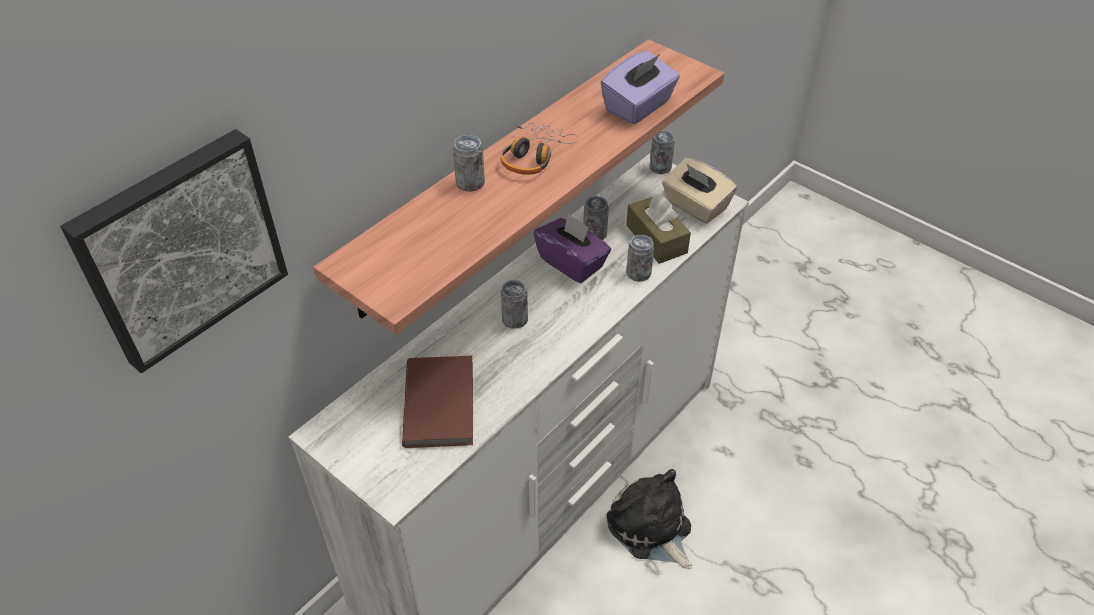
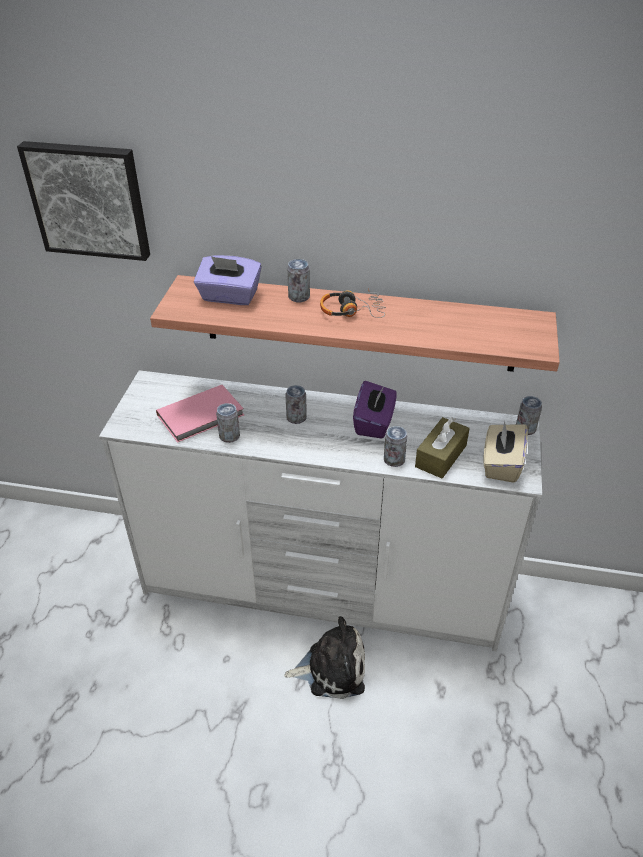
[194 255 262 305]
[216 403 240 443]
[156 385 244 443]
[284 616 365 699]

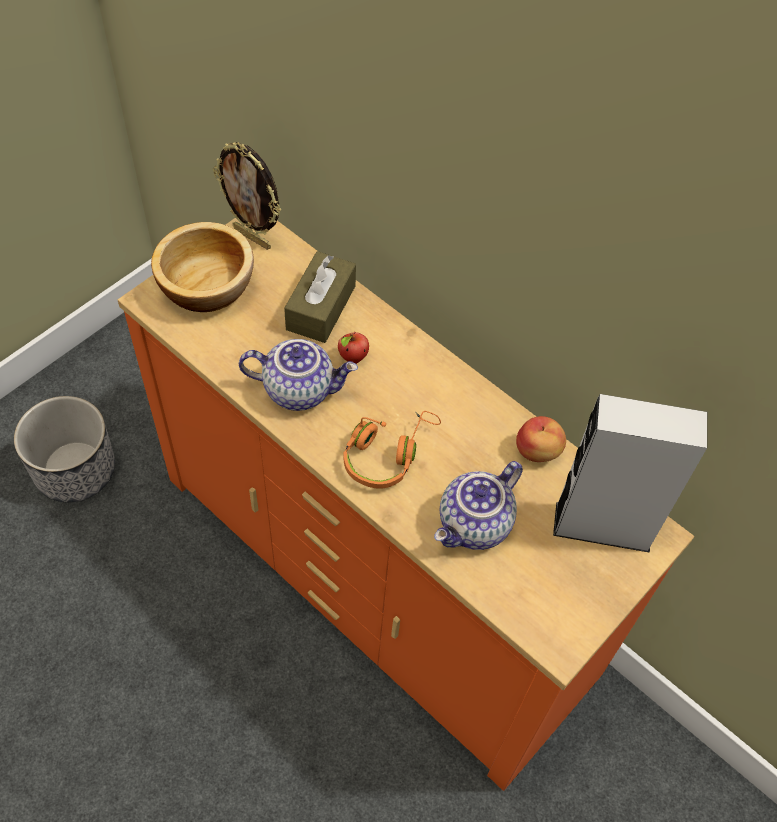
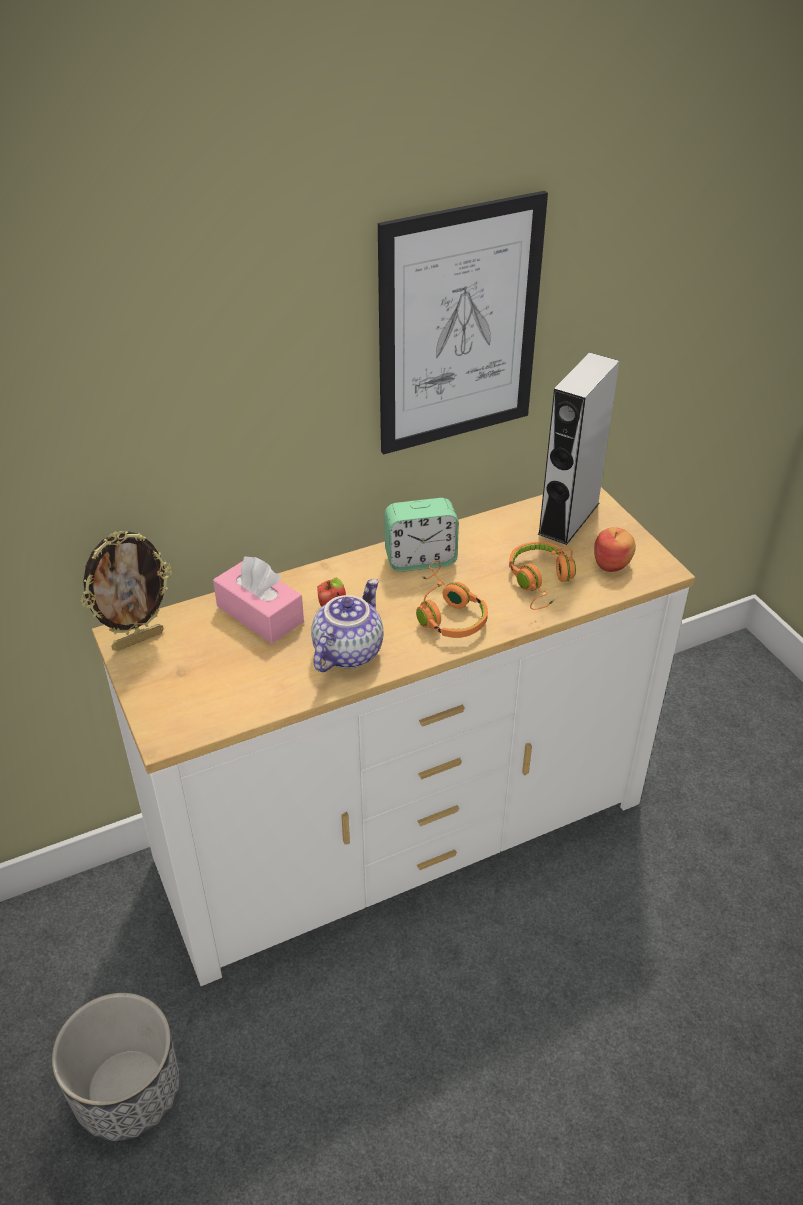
[92 487 695 986]
[151 222 254 312] (first image)
[213 557 304 644]
[594 527 636 572]
[509 541 576 610]
[378 191 548 455]
[384 498 459 572]

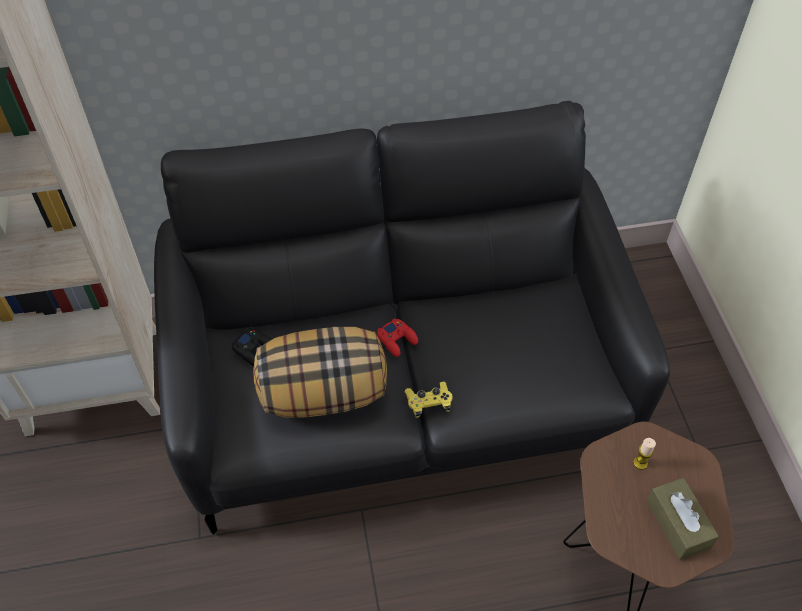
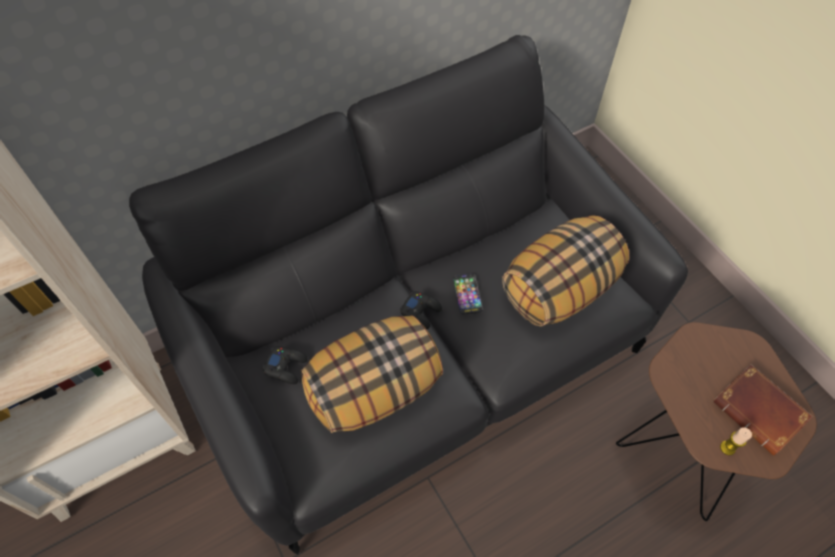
[400 291 442 329]
[404 382 453 418] (first image)
[720 427 752 455]
[713 364 813 456]
[502 215 629 327]
[453 274 483 315]

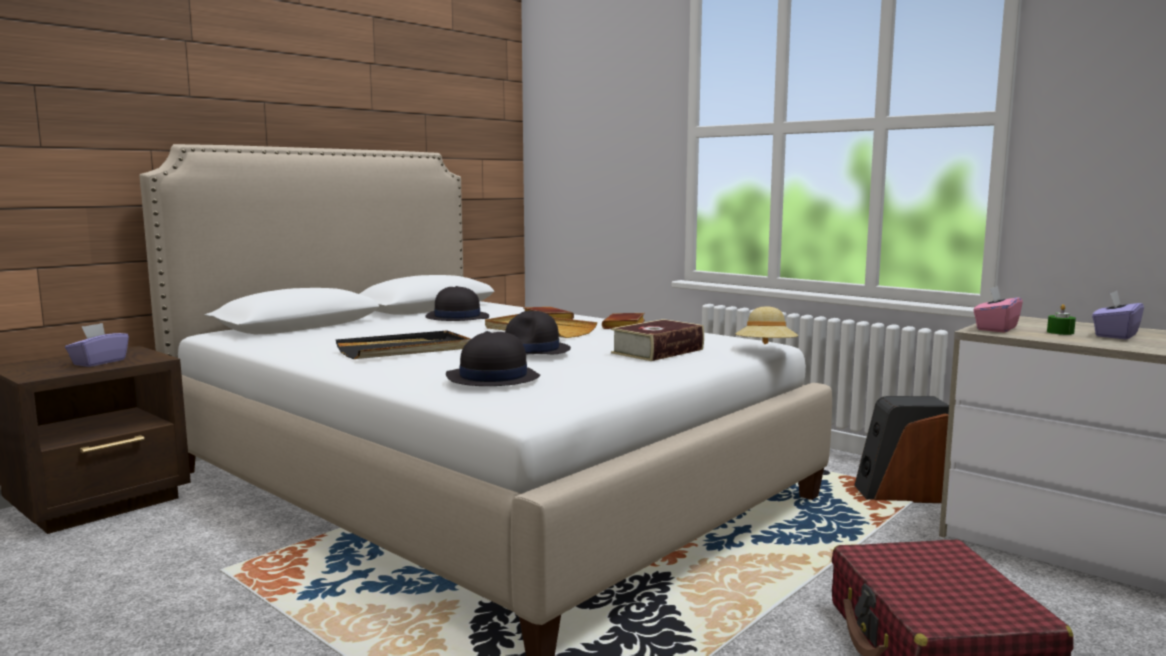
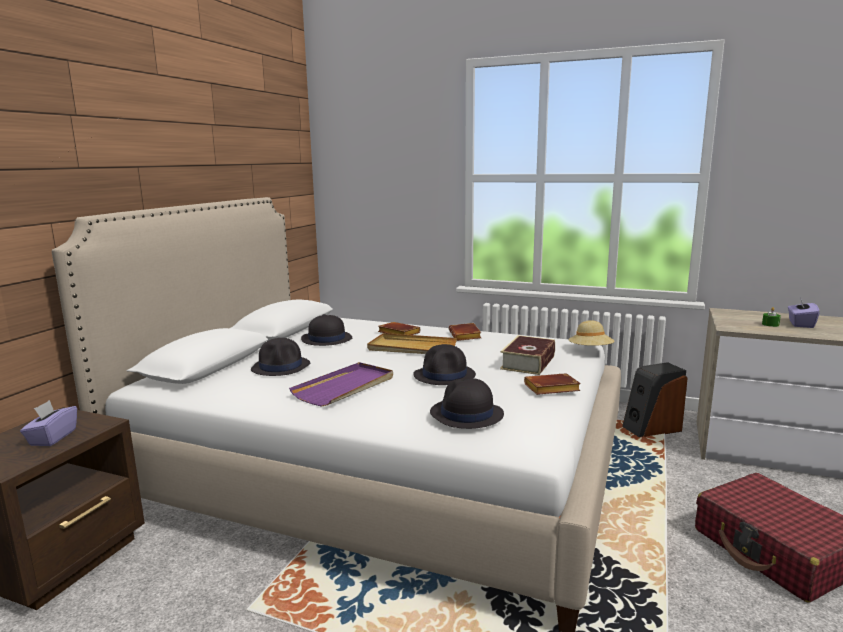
[973 286 1023 333] (first image)
[289 362 393 407]
[251 338 310 376]
[524 373 581 395]

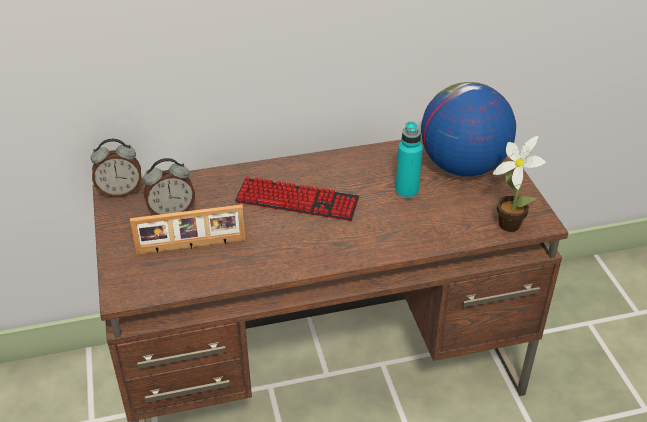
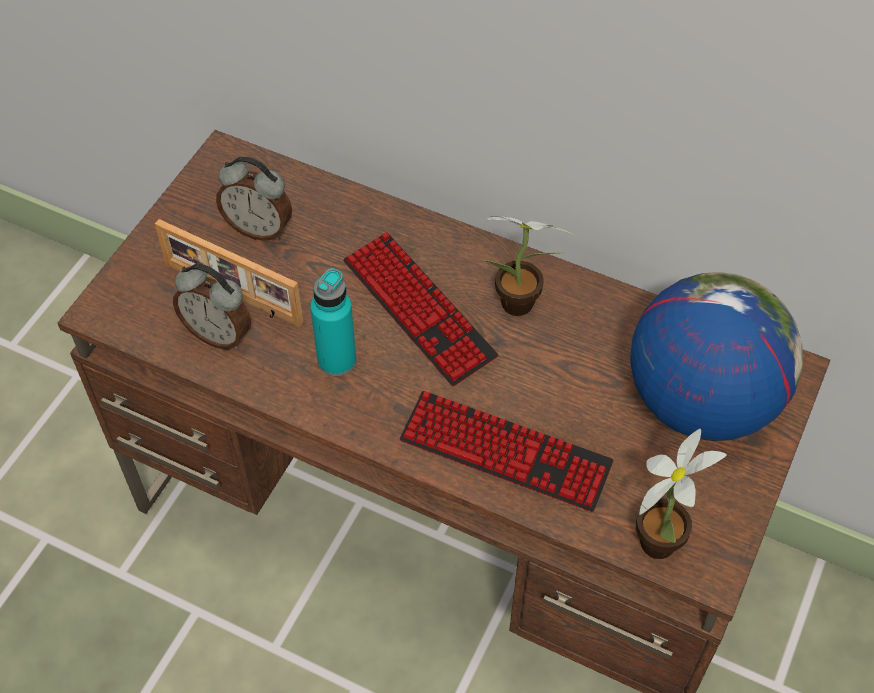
[310 268 356 376]
[173 264 251 349]
[484 216 575 316]
[399 391 614 512]

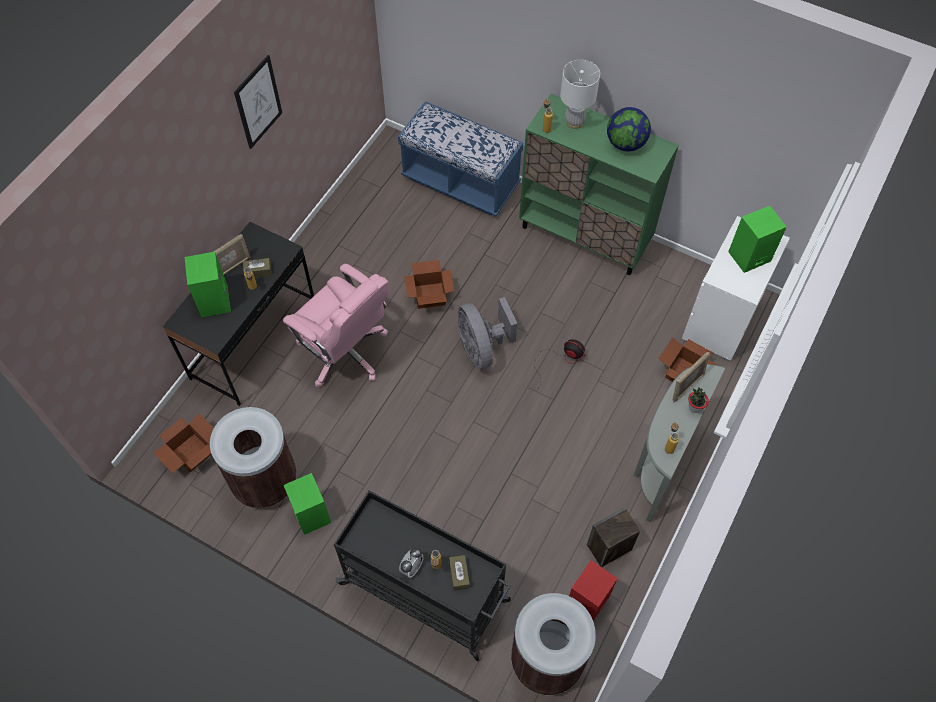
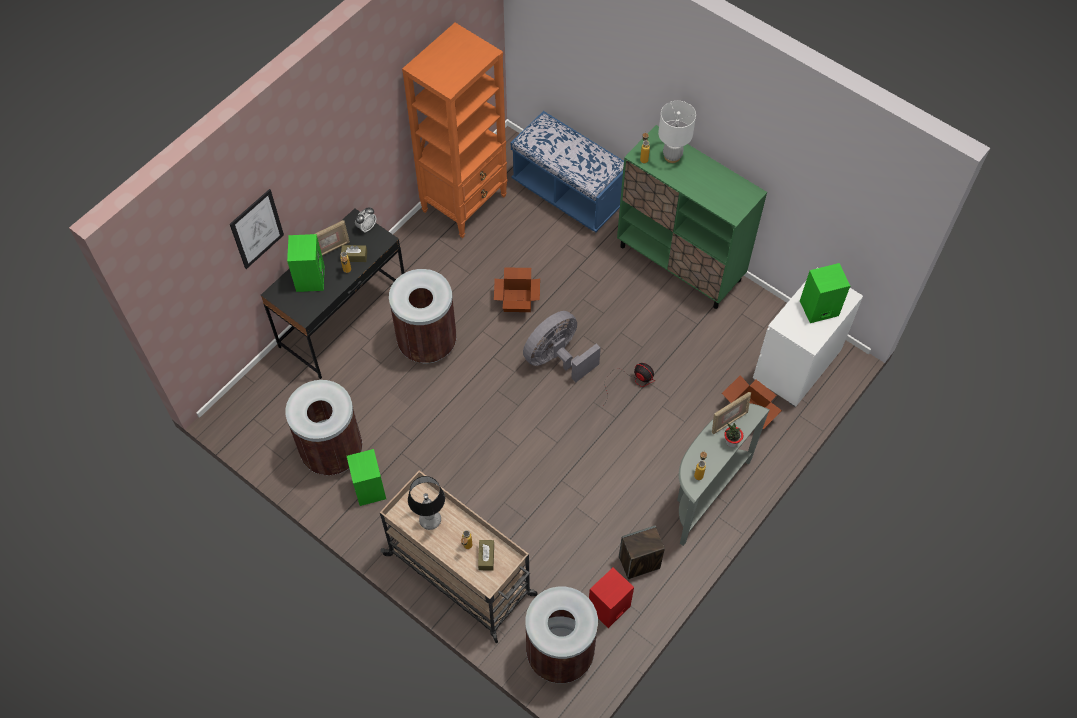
[230 189 284 269]
[607 107 651 151] (first image)
[389 269 457 364]
[523 311 601 383]
[154 413 214 473] (first image)
[380 470 538 643]
[355 207 376 232]
[402 23 508 238]
[408 476 445 530]

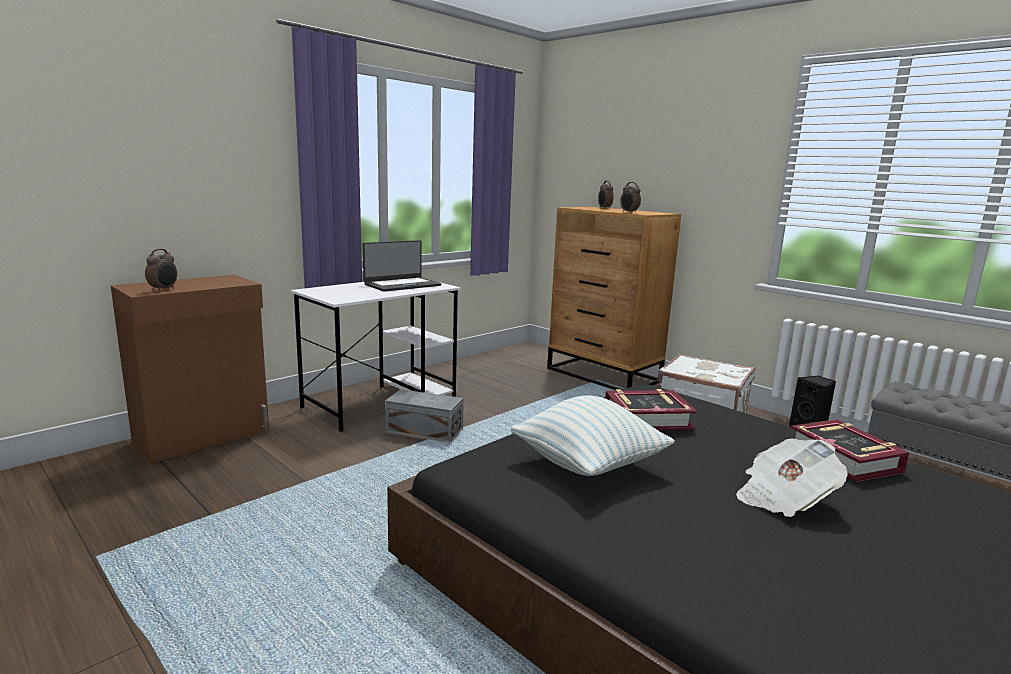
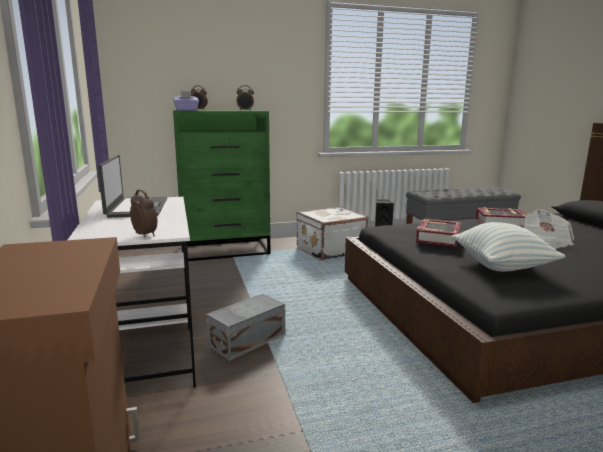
[173 110 270 261]
[130 190 157 237]
[173 91 199 111]

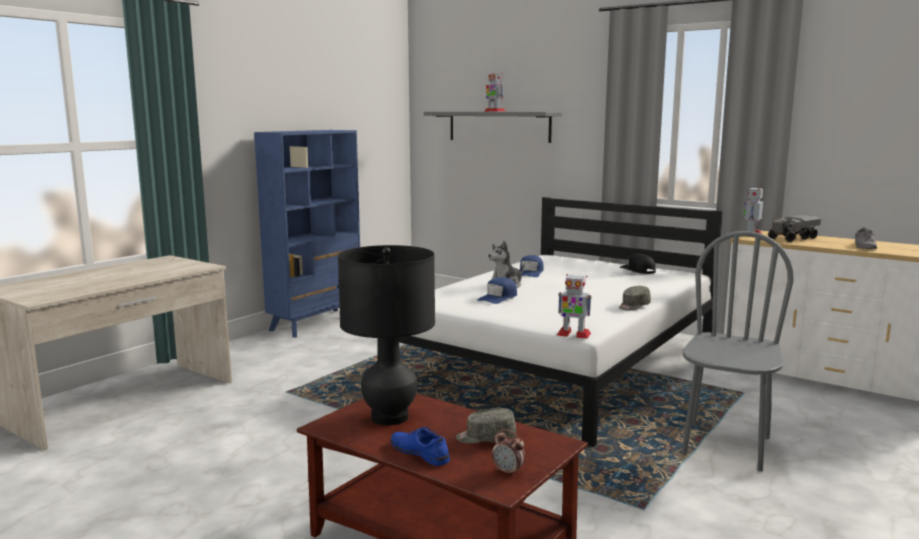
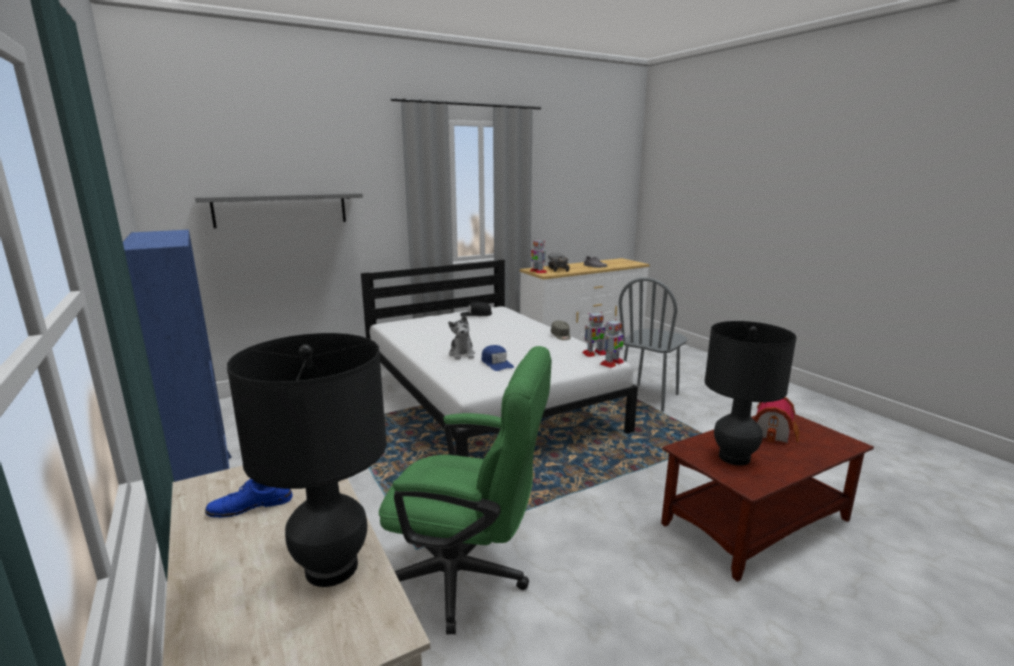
[582 312 606 357]
[618 277 687 412]
[519 255 544 277] (first image)
[754 397 800 443]
[205 479 293 518]
[492 429 525 477] (first image)
[227 333 387 587]
[379 346 551 634]

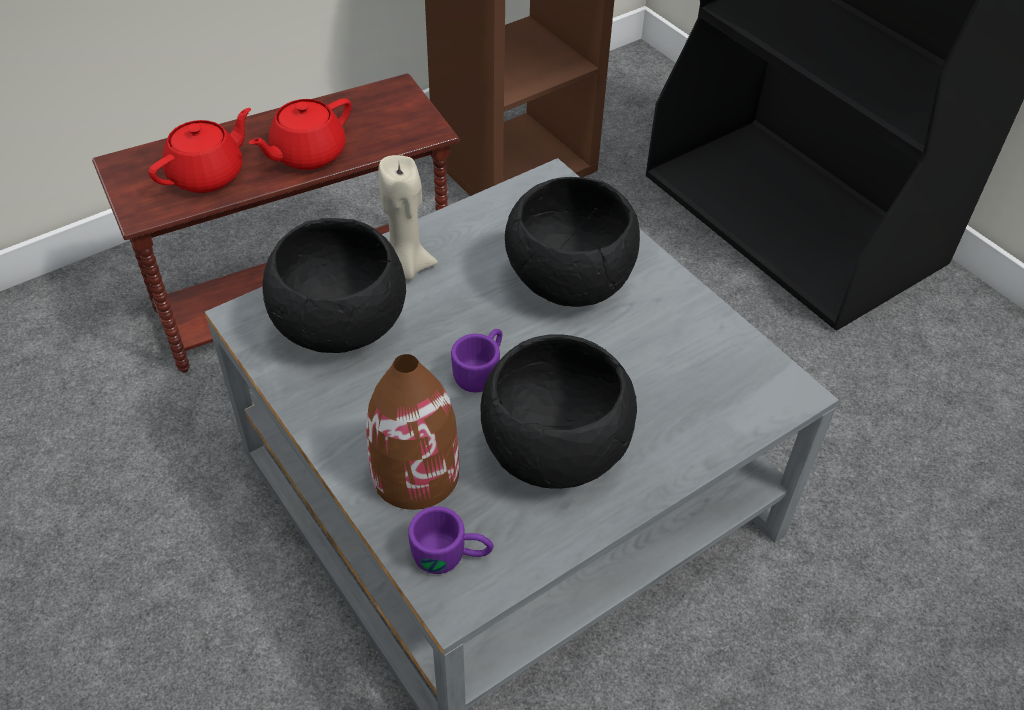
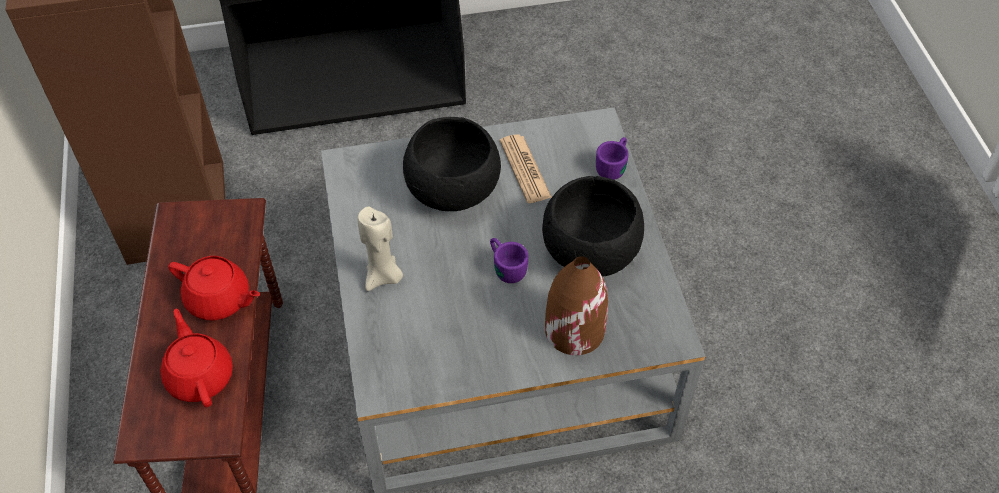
[168 256 260 320]
[262 218 406 353] (first image)
[596 137 629 180]
[500 134 552 203]

